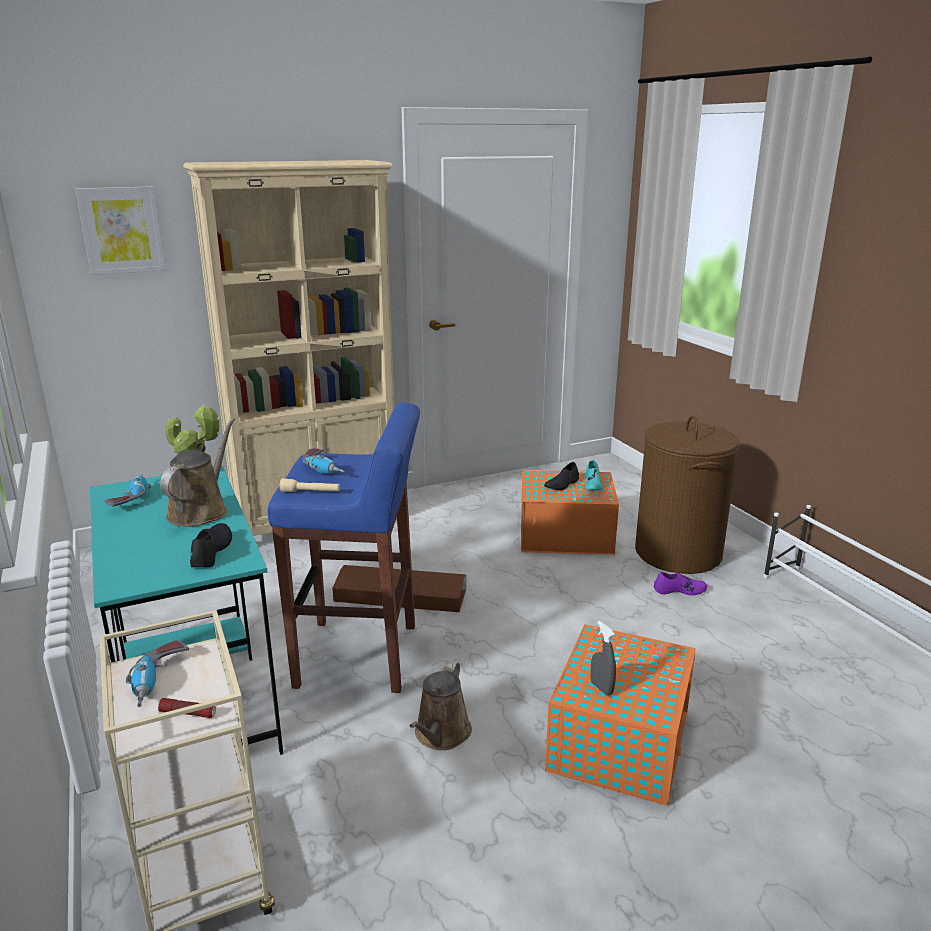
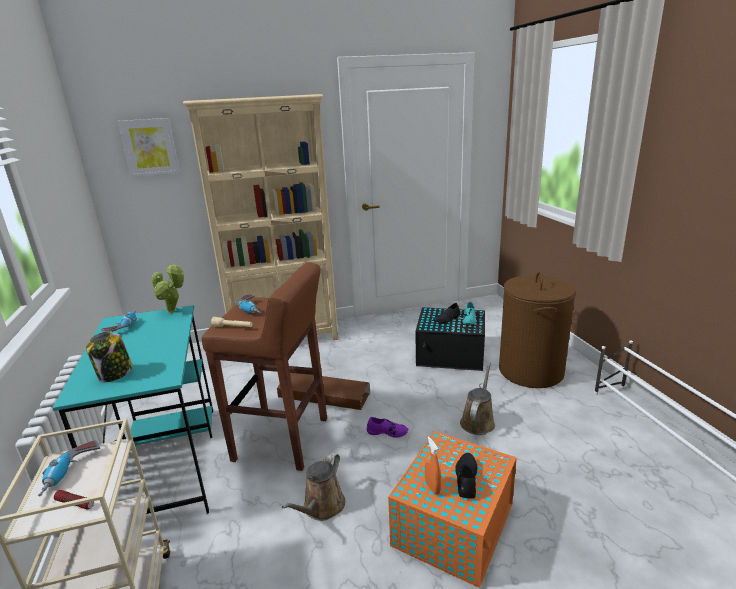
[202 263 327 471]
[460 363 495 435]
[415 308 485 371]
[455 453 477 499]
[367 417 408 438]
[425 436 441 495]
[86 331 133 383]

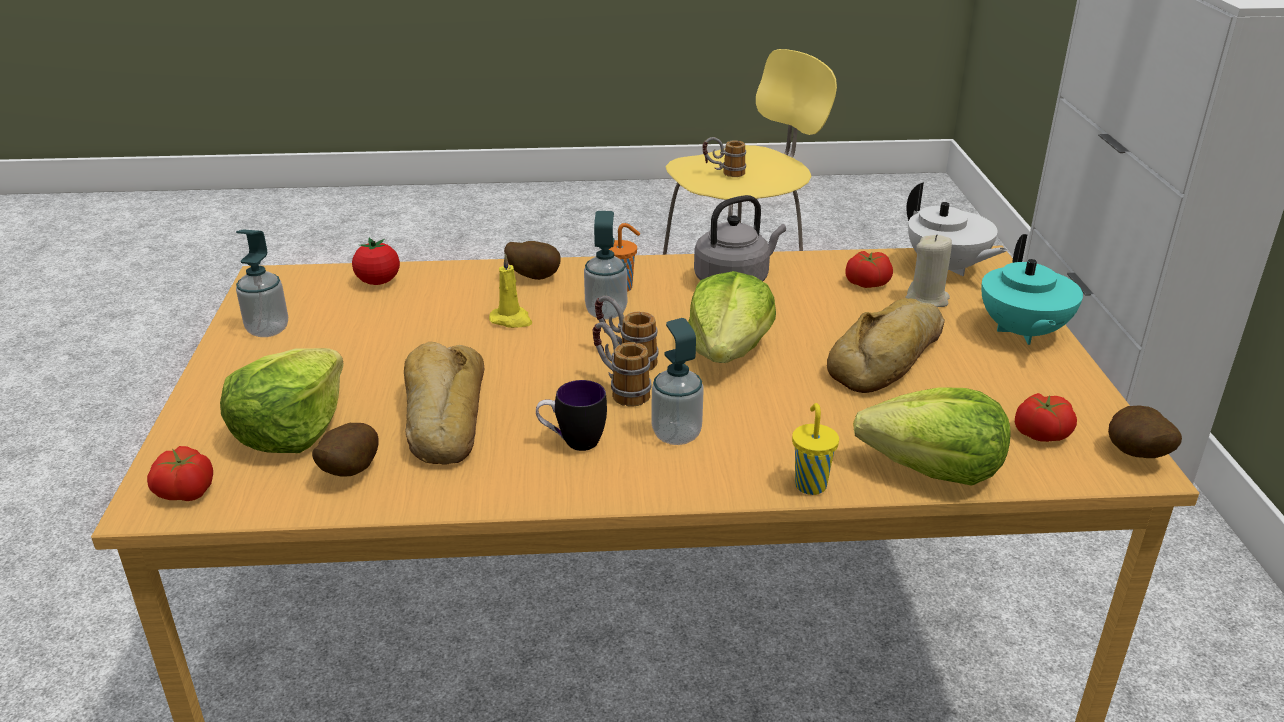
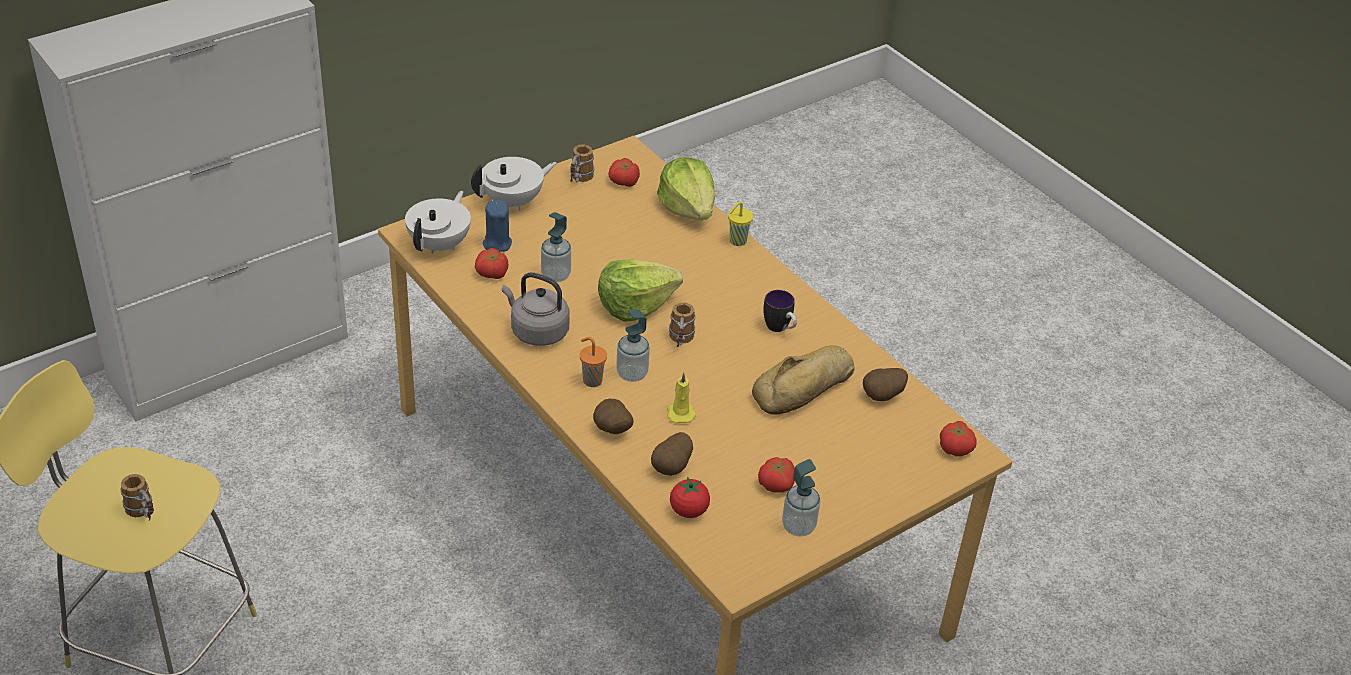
[483 200 512 252]
[471 157 557 211]
[827 298 945 393] (first image)
[541 212 571 282]
[570 144 594 182]
[220 348 344 453] (first image)
[651 432 693 476]
[758 457 795 493]

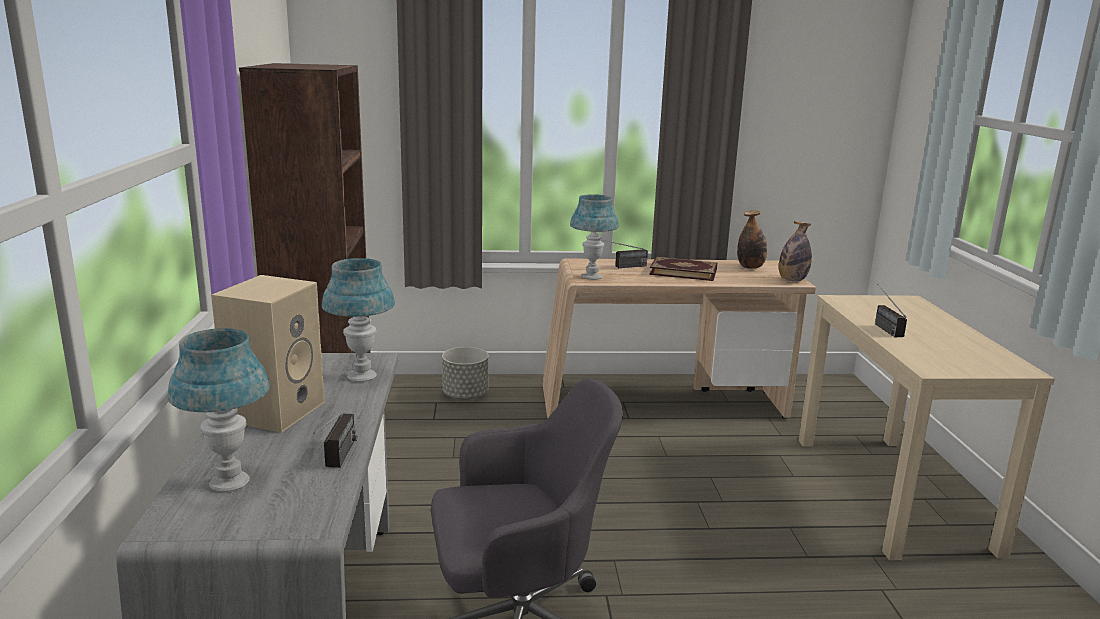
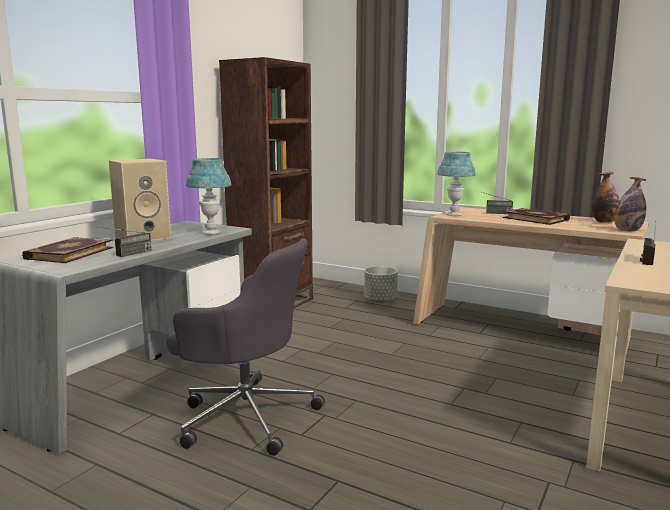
[22 237 113 263]

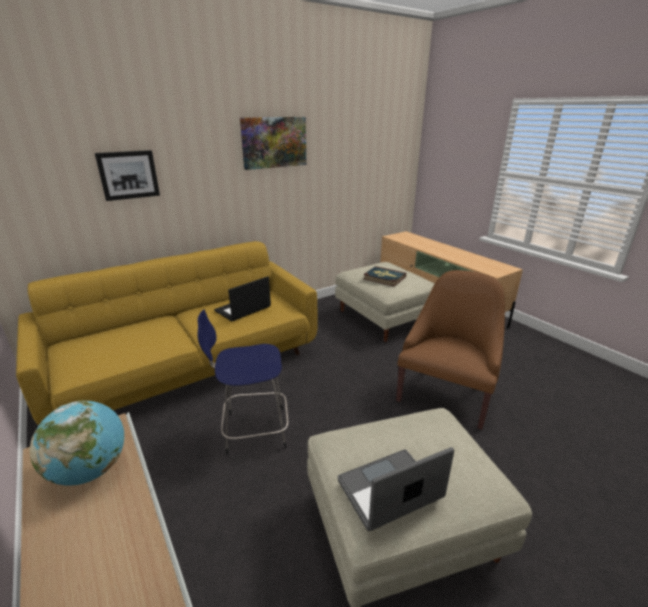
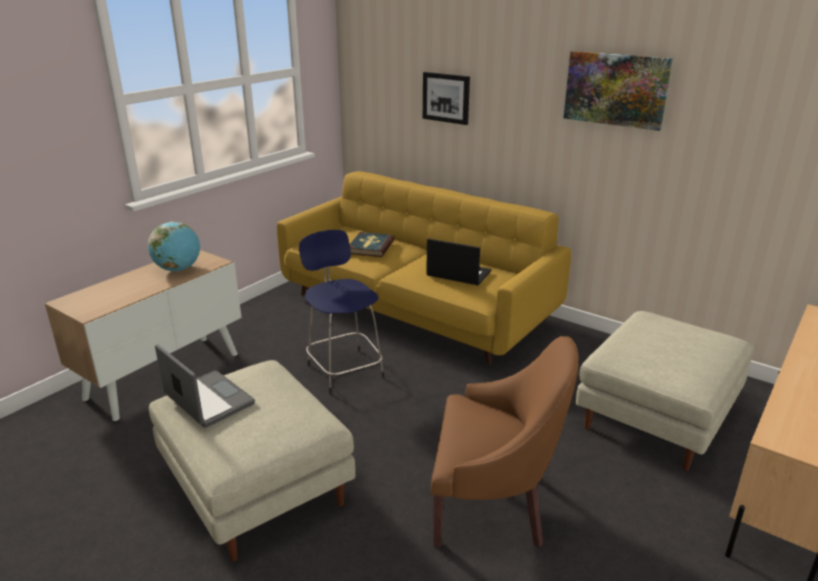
[349 232 394 257]

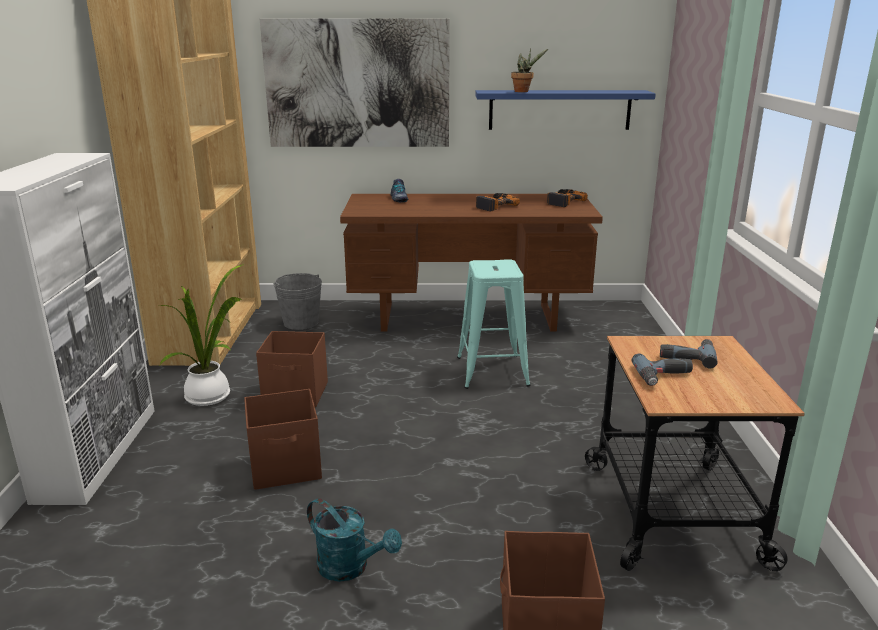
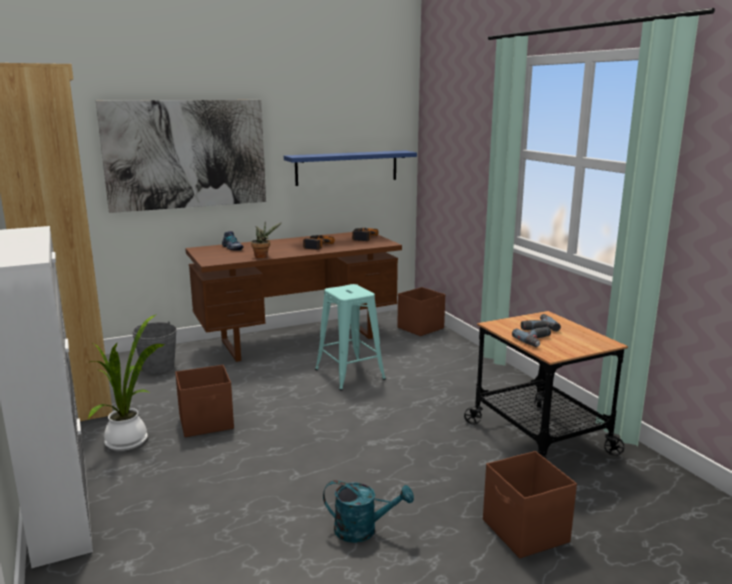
[251 222 282 258]
[397 287 445 336]

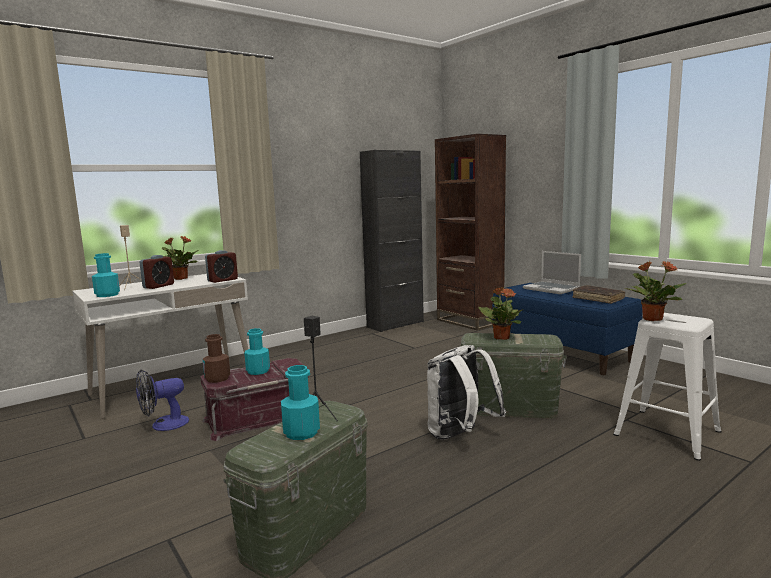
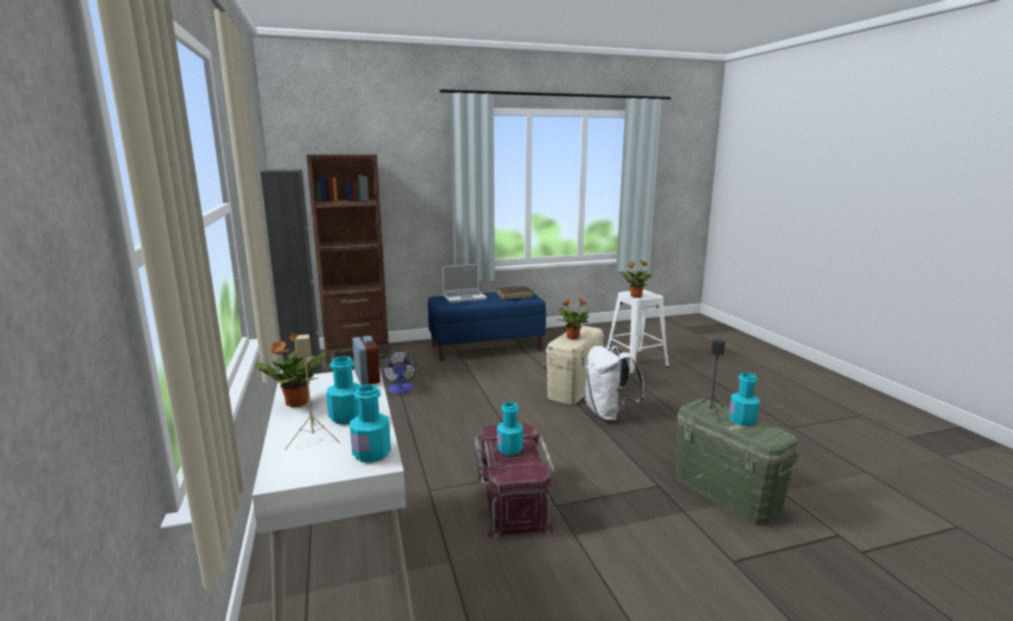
[326 356 361 424]
[546 326 604 404]
[202 334 230 383] (first image)
[381 351 418 394]

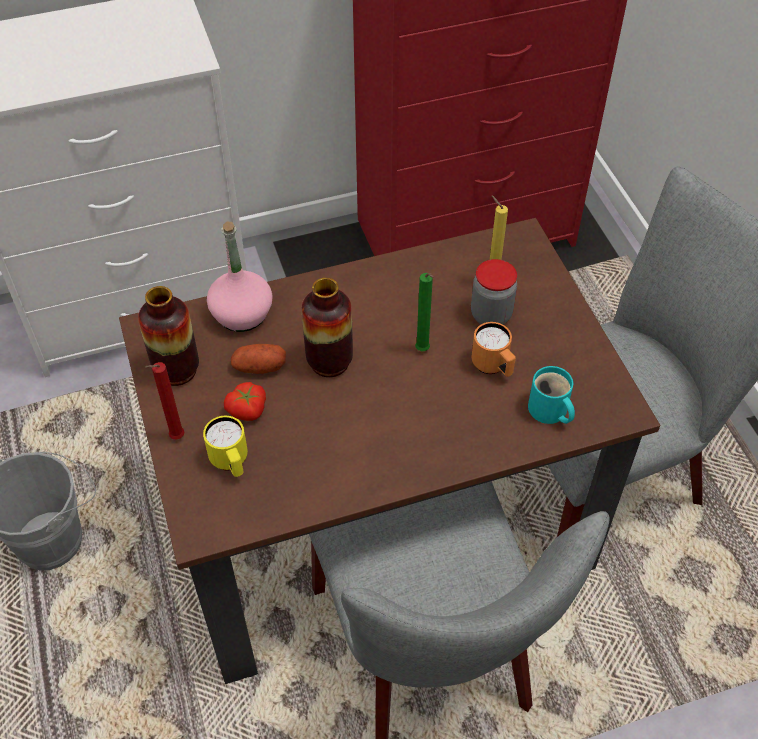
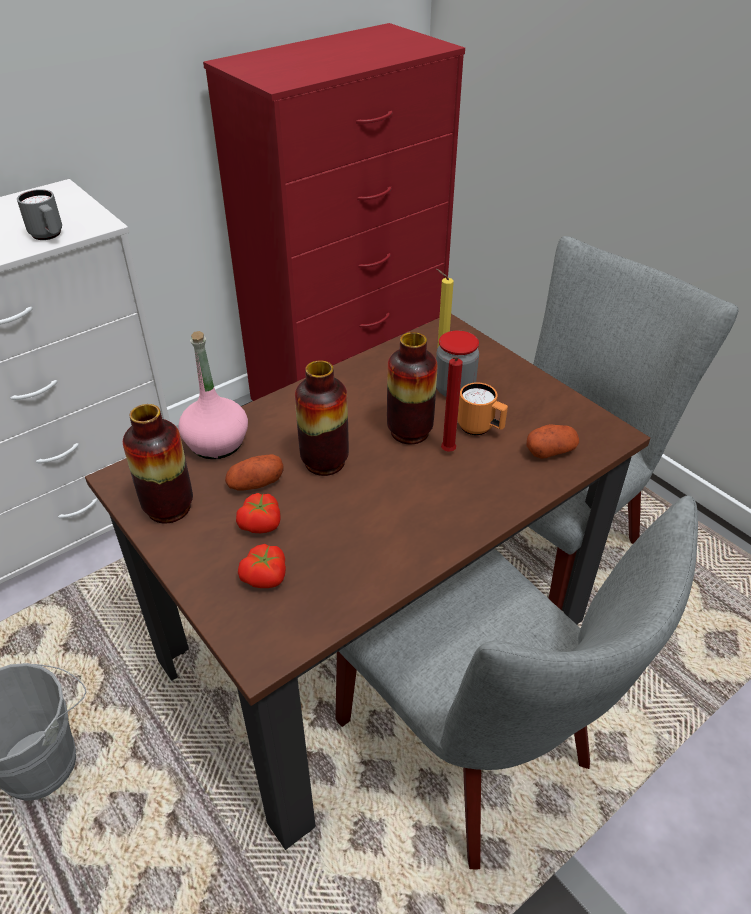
[387 332 437 444]
[441 357 463 452]
[526 424 579 459]
[238 544 286 588]
[17 189 62 240]

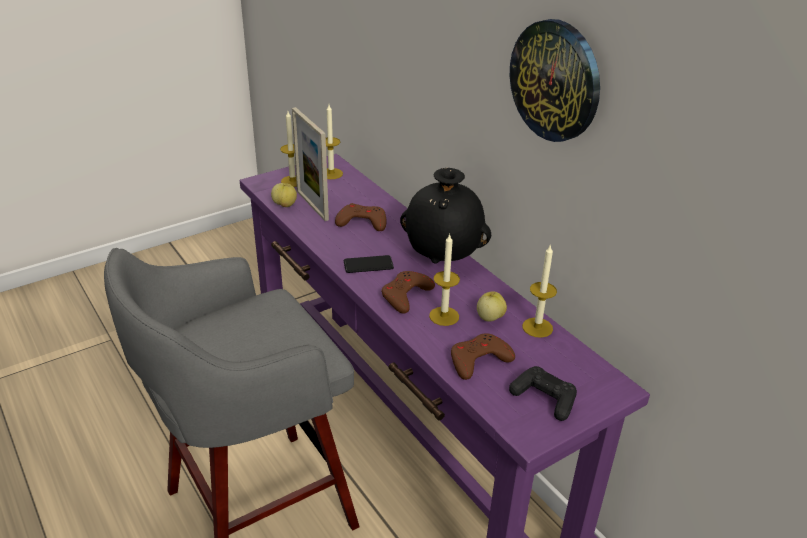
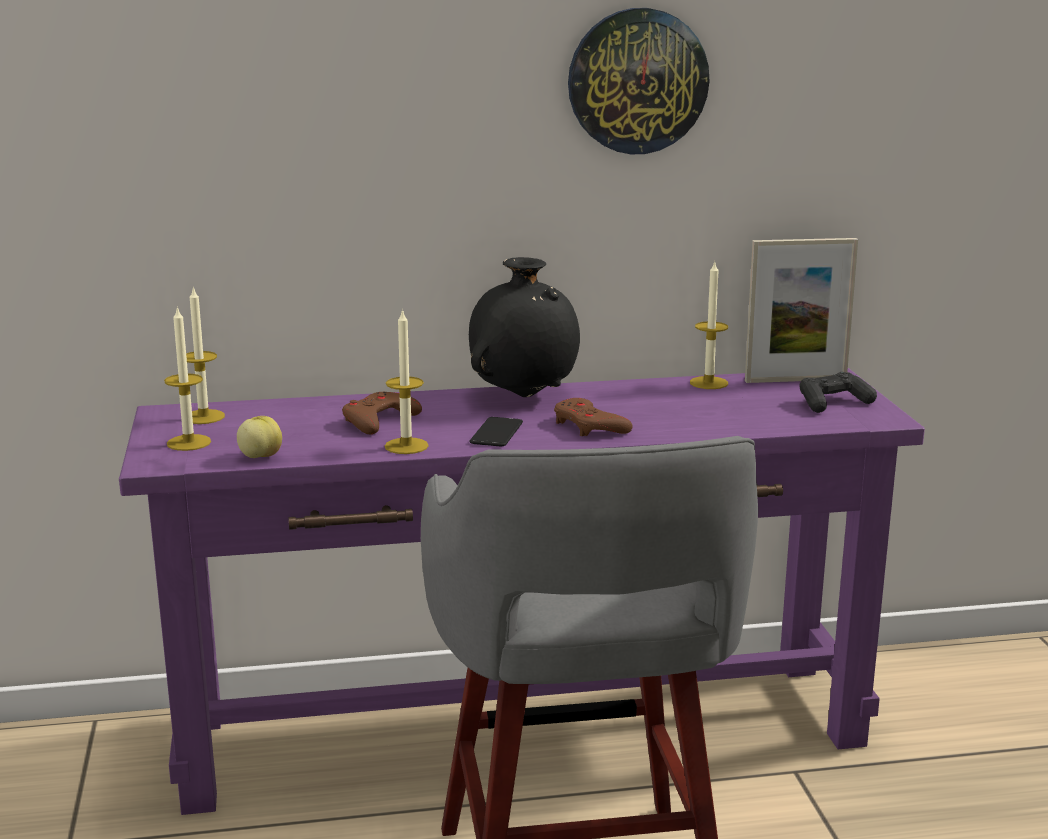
[745 238 858 383]
[385 309 429 454]
[477 291 507 322] (first image)
[451 333 515 380] (first image)

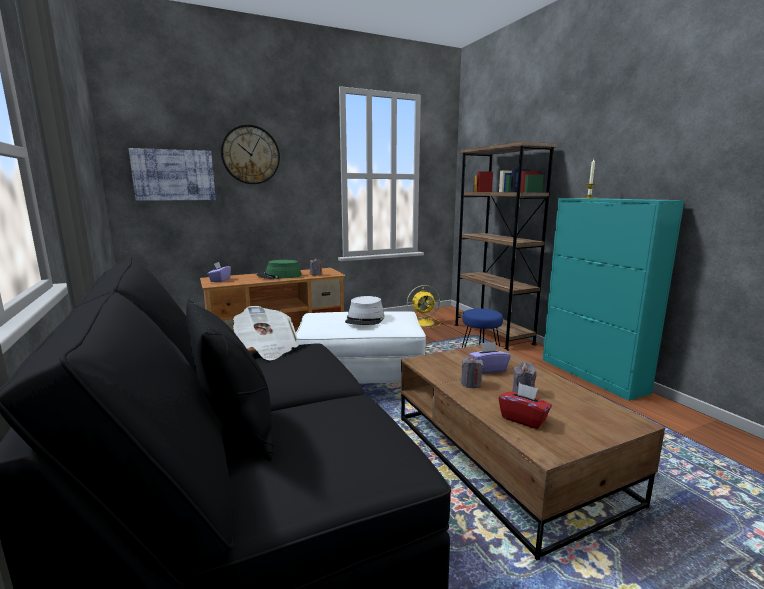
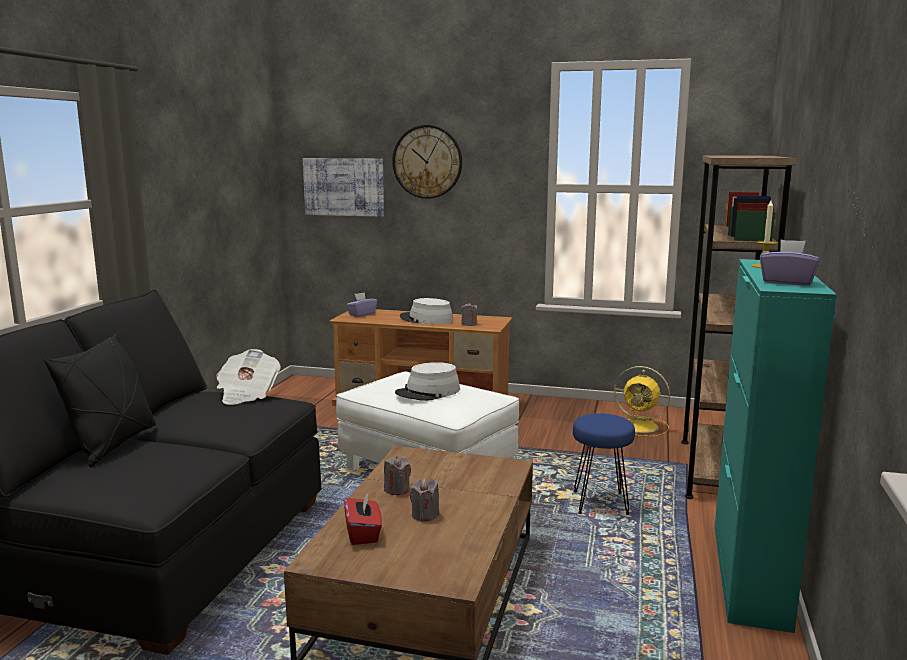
[400 298 453 324]
[760 240 820 286]

